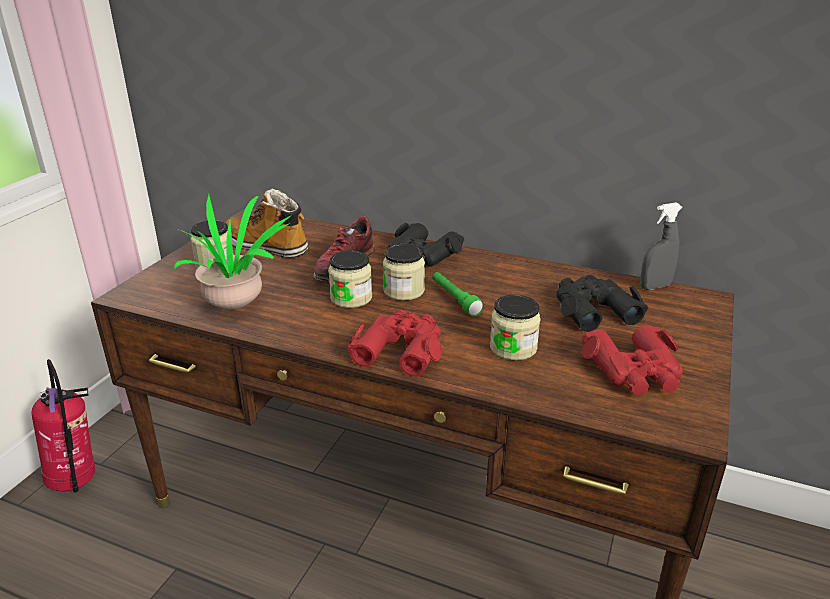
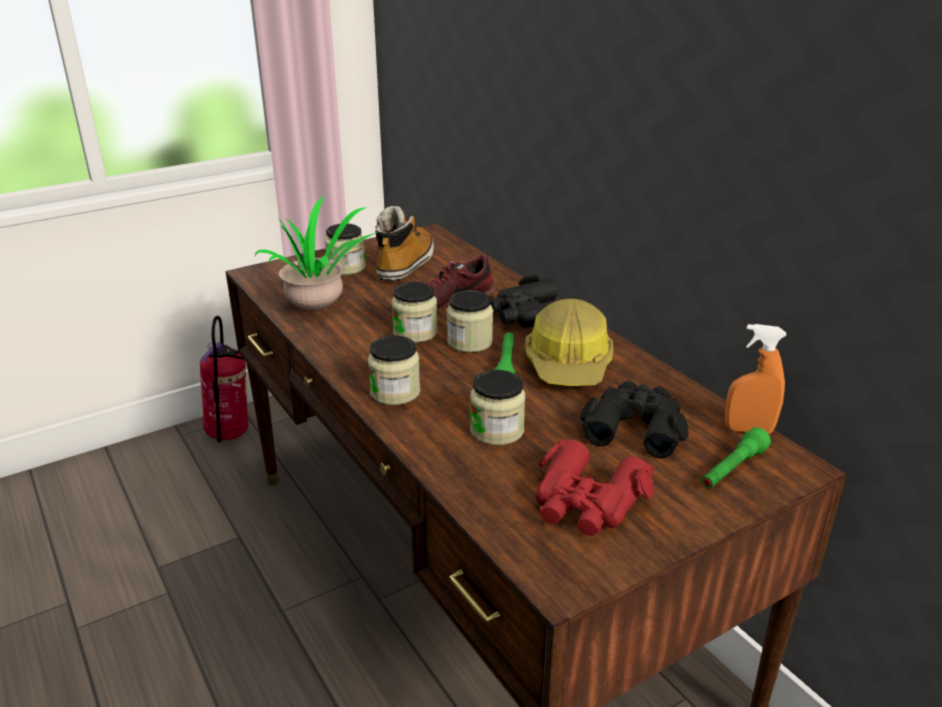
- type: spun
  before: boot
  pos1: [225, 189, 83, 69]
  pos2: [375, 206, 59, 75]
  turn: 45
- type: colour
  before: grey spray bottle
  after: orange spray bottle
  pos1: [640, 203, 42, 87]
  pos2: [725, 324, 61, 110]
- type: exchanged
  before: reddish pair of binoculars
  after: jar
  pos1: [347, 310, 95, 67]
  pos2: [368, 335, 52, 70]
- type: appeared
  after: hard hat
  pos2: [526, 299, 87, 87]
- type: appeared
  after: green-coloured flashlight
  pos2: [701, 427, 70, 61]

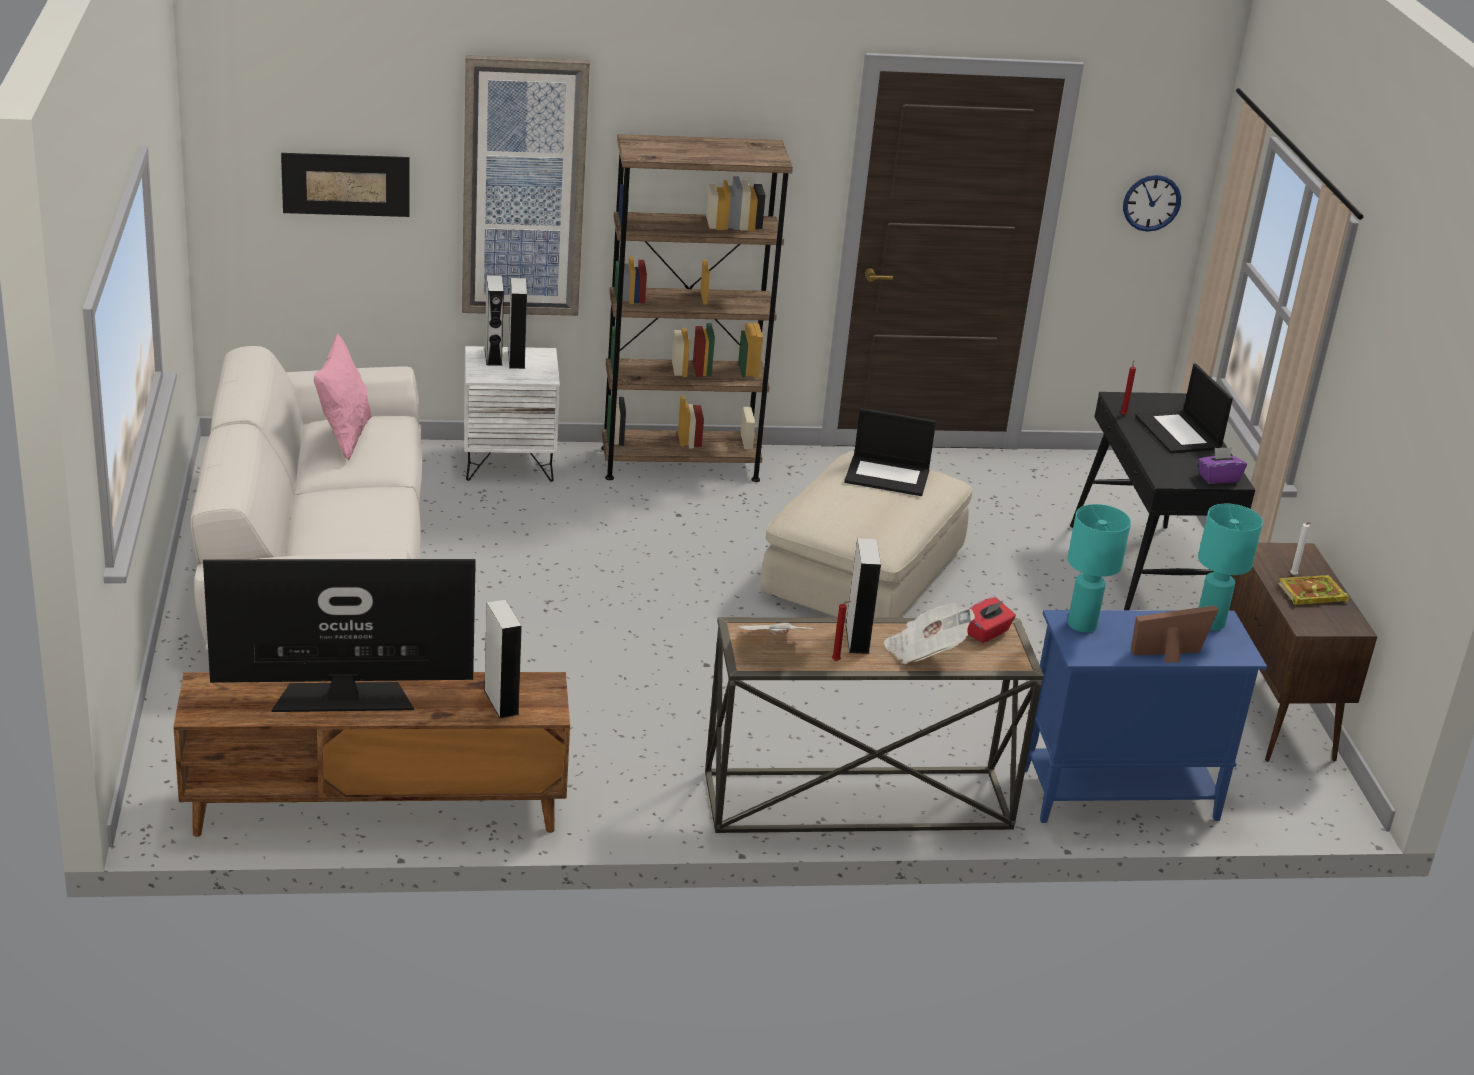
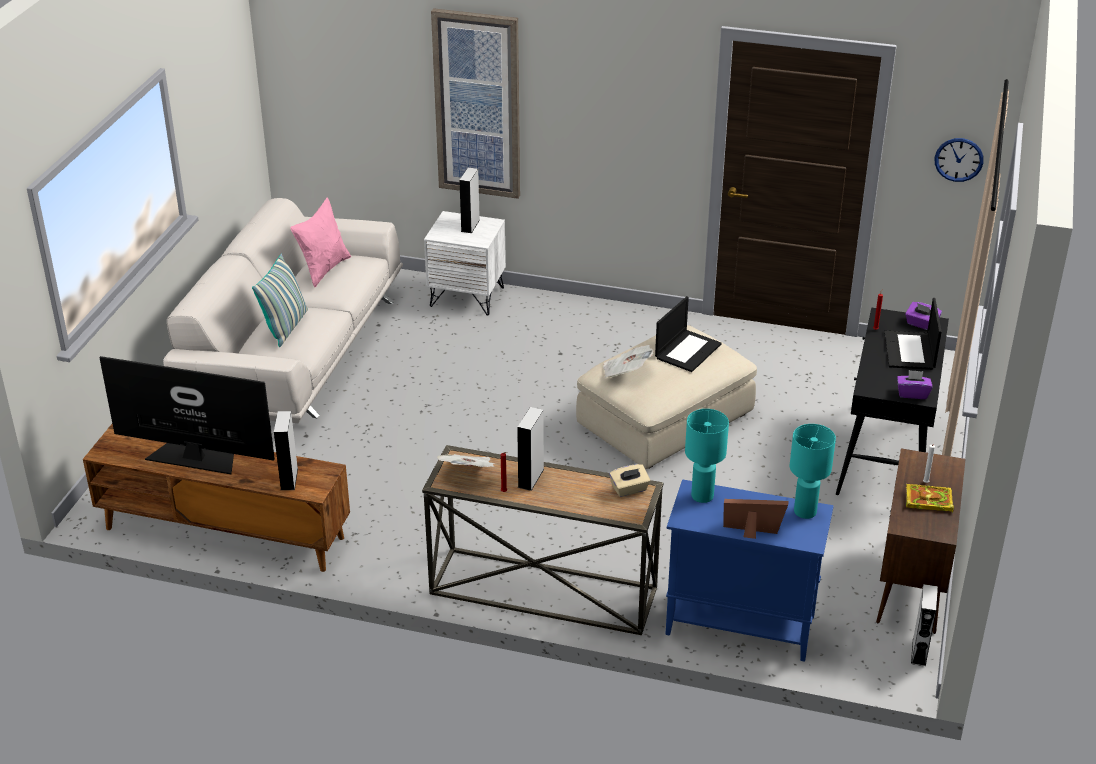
- type: missing
  before: brown shelving unit
  pos1: [601, 134, 192, 348]
- type: missing
  before: picture
  pos1: [281, 153, 129, 64]
- type: relocated
  before: grey speaker
  pos1: [484, 275, 20, 91]
  pos2: [911, 584, 27, 82]
- type: spun
  before: portable computer
  pos1: [844, 408, 92, 88]
  pos2: [655, 296, 66, 76]
  turn: -90
- type: colour
  before: reddish tissue holder
  after: beige tissue holder
  pos1: [967, 597, 49, 46]
  pos2: [609, 464, 41, 33]
- type: relocated
  before: daily paper
  pos1: [884, 603, 91, 61]
  pos2: [603, 345, 50, 33]
- type: appeared
  after: throw pillow
  pos2: [252, 254, 56, 93]
- type: appeared
  after: purple-coloured tissue holder
  pos2: [905, 302, 37, 28]

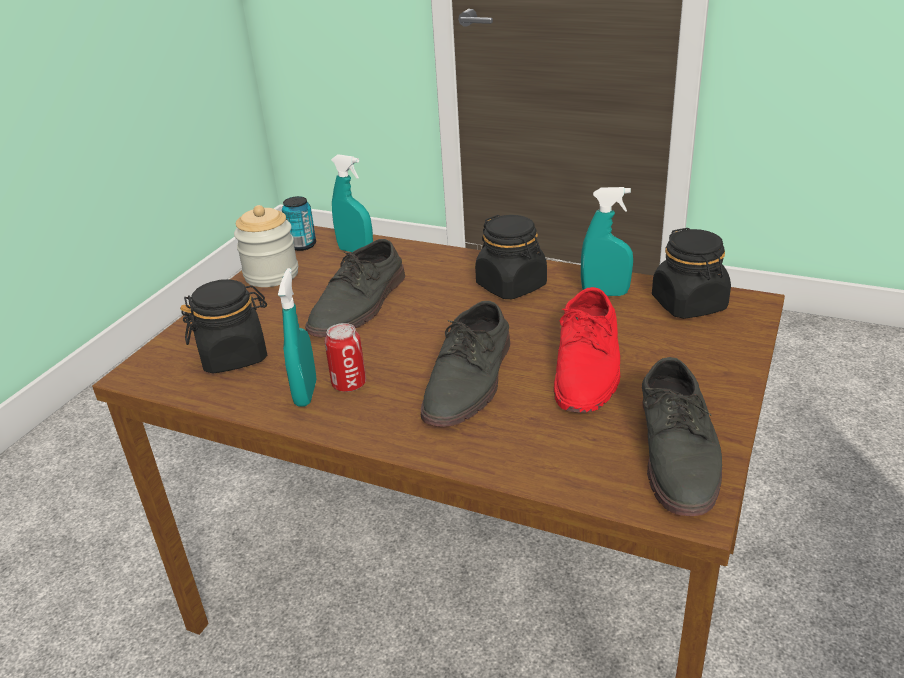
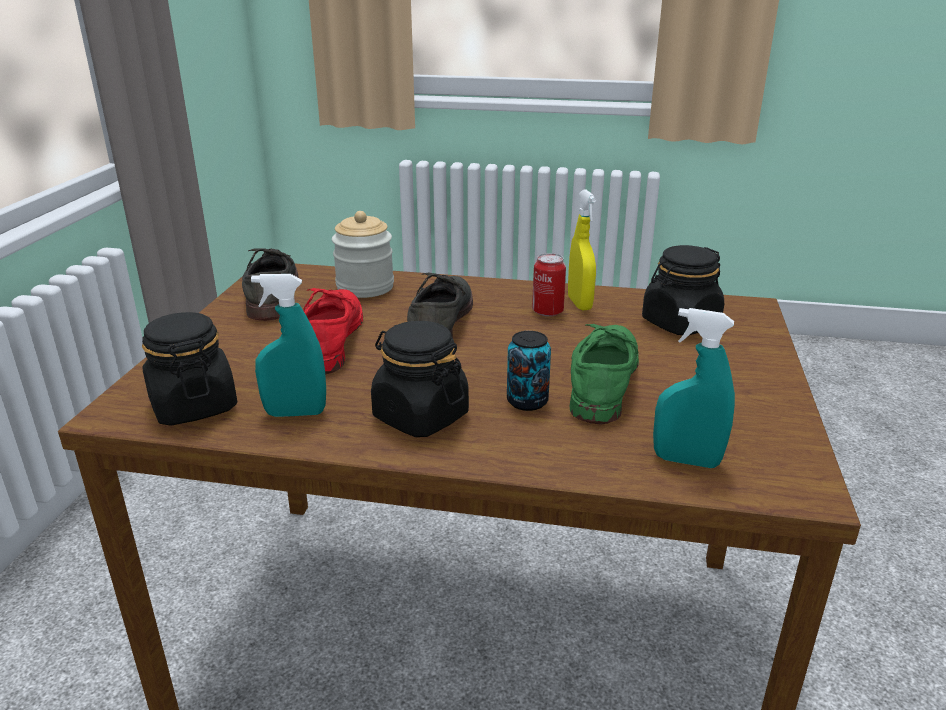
- type: relocated
  before: metal can
  pos1: [282, 196, 34, 55]
  pos2: [507, 331, 44, 80]
- type: relocated
  before: jar
  pos1: [234, 205, 64, 82]
  pos2: [332, 211, 62, 87]
- type: colour
  before: grey low shoe
  after: green-coloured low shoe
  pos1: [305, 239, 100, 98]
  pos2: [570, 324, 69, 101]
- type: colour
  before: turquoise spray bottle
  after: yellow-coloured spray bottle
  pos1: [278, 268, 39, 139]
  pos2: [568, 189, 28, 121]

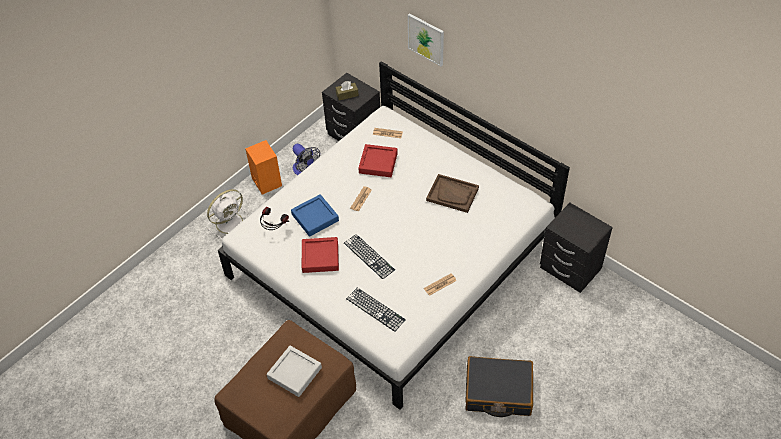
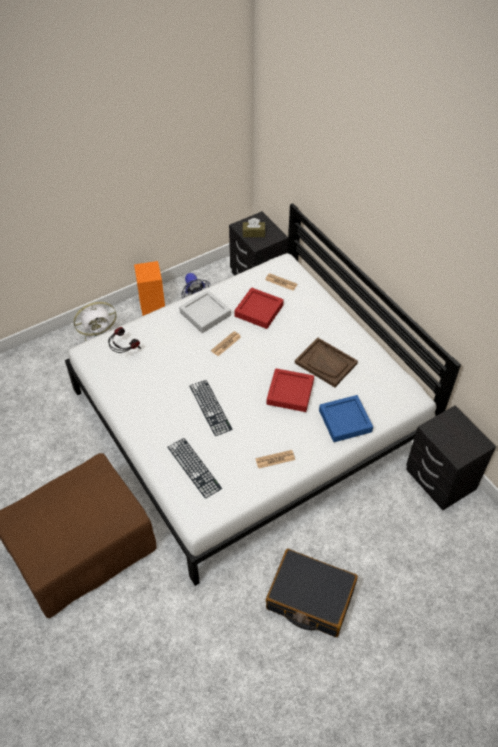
- type: missing
  before: picture
  pos1: [408, 13, 36, 54]
- type: relocated
  before: blue tray
  pos1: [291, 194, 48, 43]
  pos2: [319, 395, 54, 47]
- type: relocated
  before: reddish tray
  pos1: [302, 237, 37, 36]
  pos2: [267, 368, 47, 44]
- type: relocated
  before: grey tray
  pos1: [267, 345, 55, 52]
  pos2: [179, 290, 52, 43]

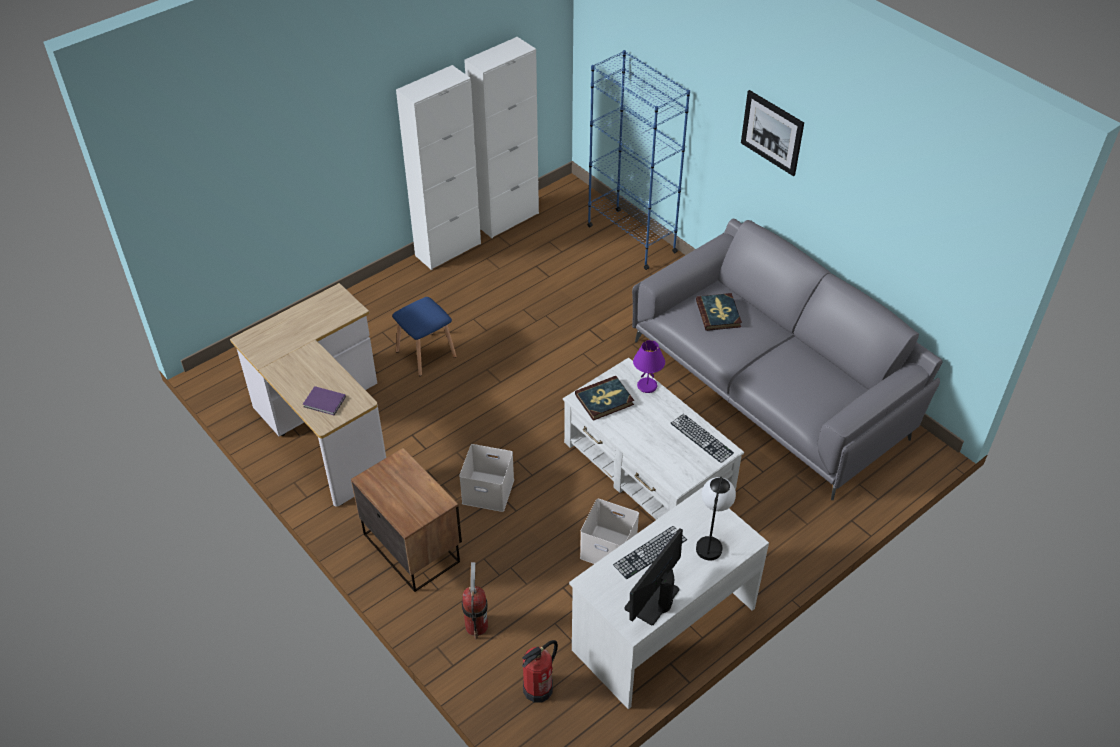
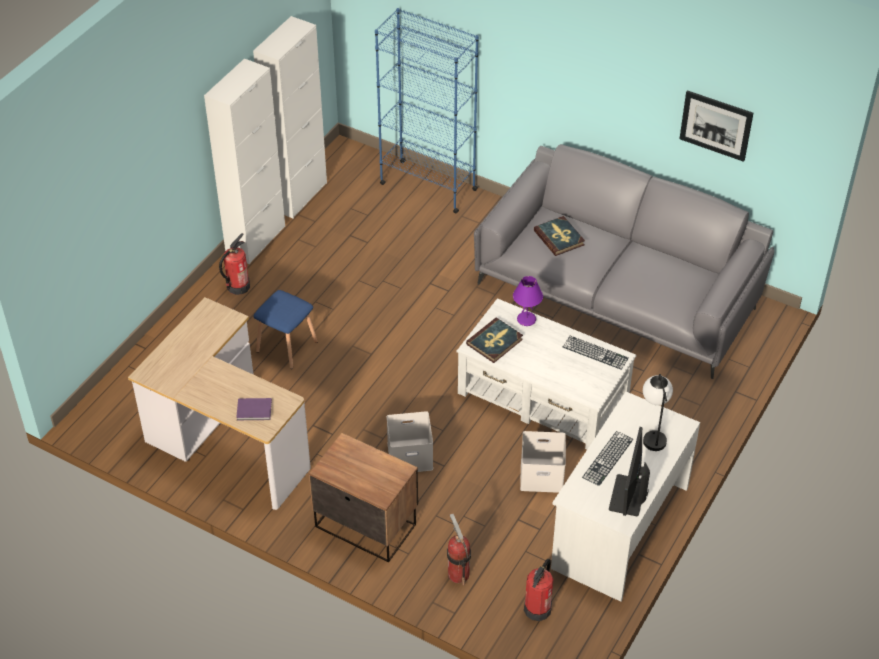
- type: relocated
  before: picture
  pos1: [741, 90, 63, 86]
  pos2: [680, 90, 73, 72]
- type: appeared
  after: fire-fighting cylinder
  pos2: [219, 233, 31, 62]

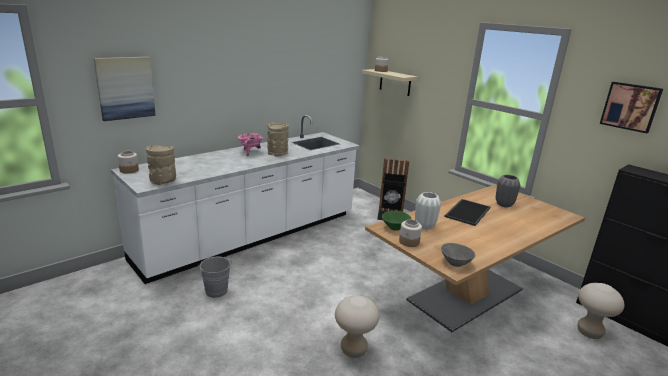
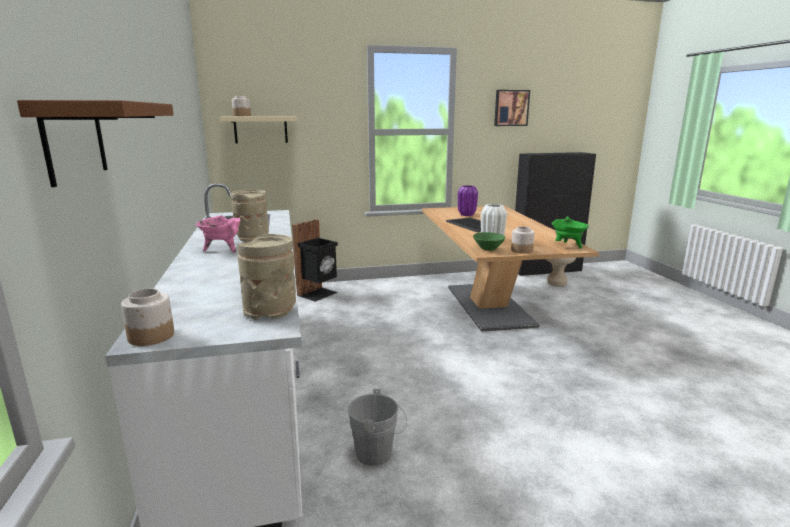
- type: exchanged
  before: picture
  after: brown wall shelf
  pos1: [94, 57, 62, 64]
  pos2: [17, 100, 157, 87]
- type: colour
  before: grey flower vase
  after: purple-coloured flower vase
  pos1: [496, 175, 24, 33]
  pos2: [458, 185, 20, 31]
- type: exchanged
  before: grey deep dish
  after: green-coloured saucepot
  pos1: [441, 243, 34, 24]
  pos2: [552, 216, 37, 33]
- type: missing
  before: beige sitting stool
  pos1: [335, 295, 44, 63]

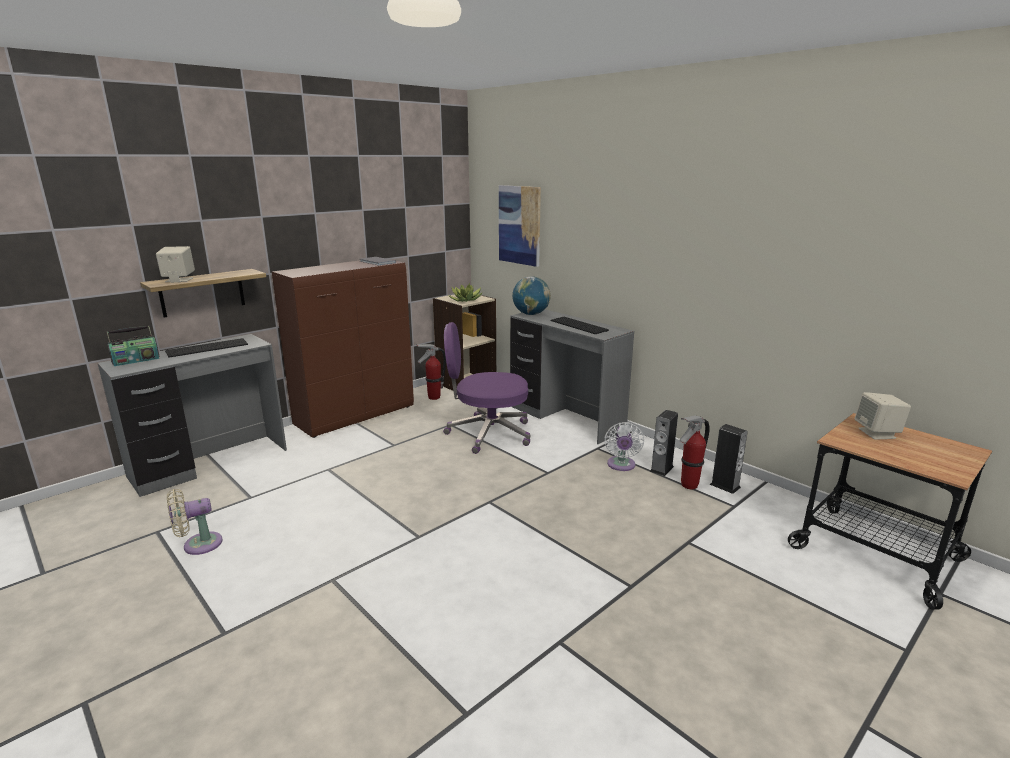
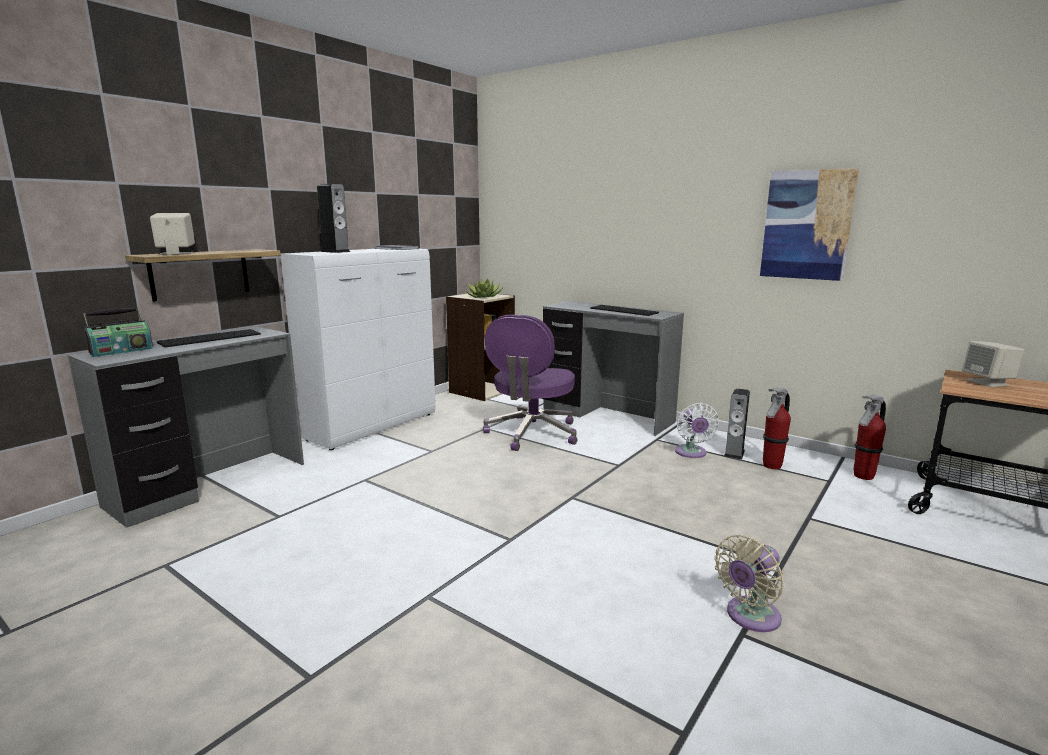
- type: relocated
  before: picture
  pos1: [499, 185, 42, 82]
  pos2: [760, 168, 99, 113]
- type: colour
  before: brown cabinet
  after: whitish cabinet
  pos1: [272, 260, 142, 178]
  pos2: [281, 249, 155, 201]
- type: missing
  before: desk globe
  pos1: [512, 276, 39, 39]
- type: spun
  before: purple-coloured office chair
  pos1: [443, 322, 87, 132]
  pos2: [483, 314, 94, 137]
  turn: -60
- type: relocated
  before: fire-fighting cylinder
  pos1: [416, 344, 30, 56]
  pos2: [854, 395, 32, 85]
- type: relocated
  before: speaker
  pos1: [710, 424, 38, 70]
  pos2: [317, 184, 33, 69]
- type: relocated
  before: beige electric fan
  pos1: [167, 489, 55, 66]
  pos2: [714, 535, 70, 97]

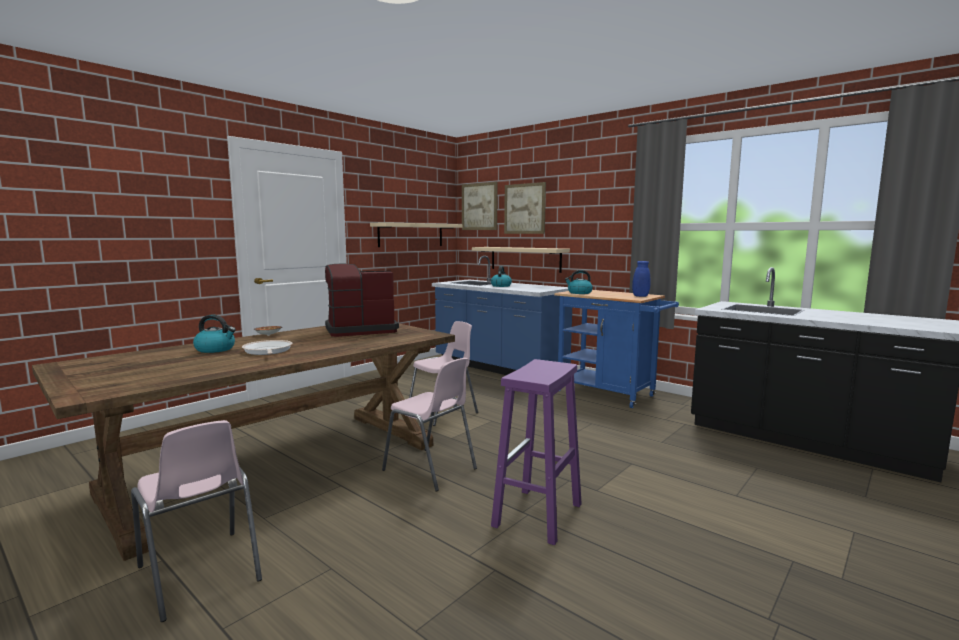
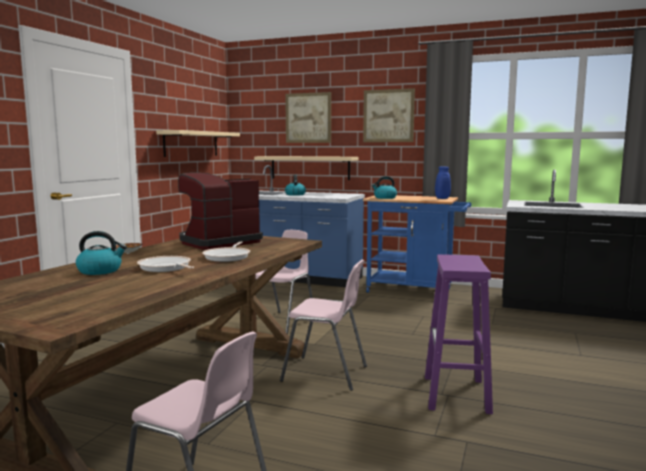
- type: relocated
  before: picture
  pos1: [462, 182, 36, 48]
  pos2: [363, 88, 52, 54]
- type: appeared
  after: pan
  pos2: [202, 242, 48, 20]

